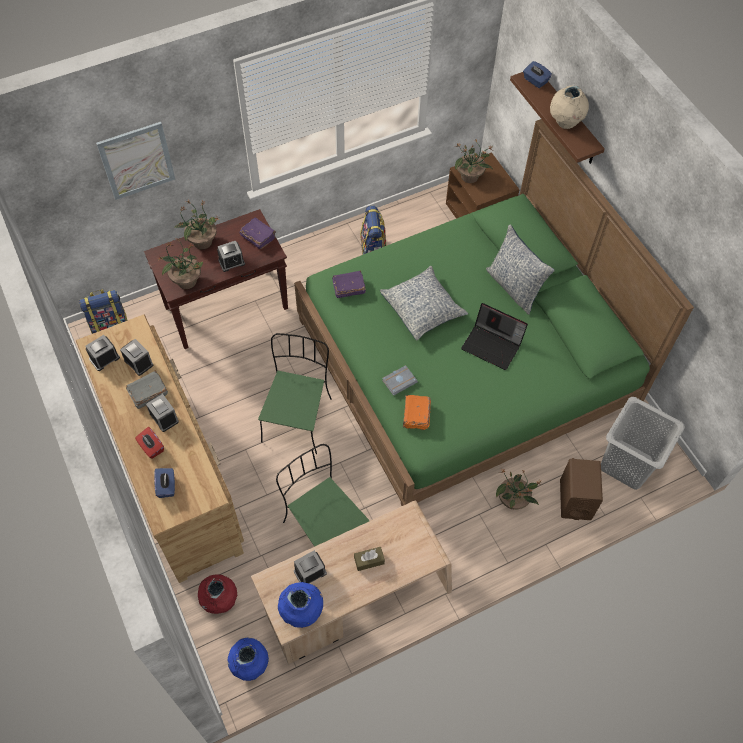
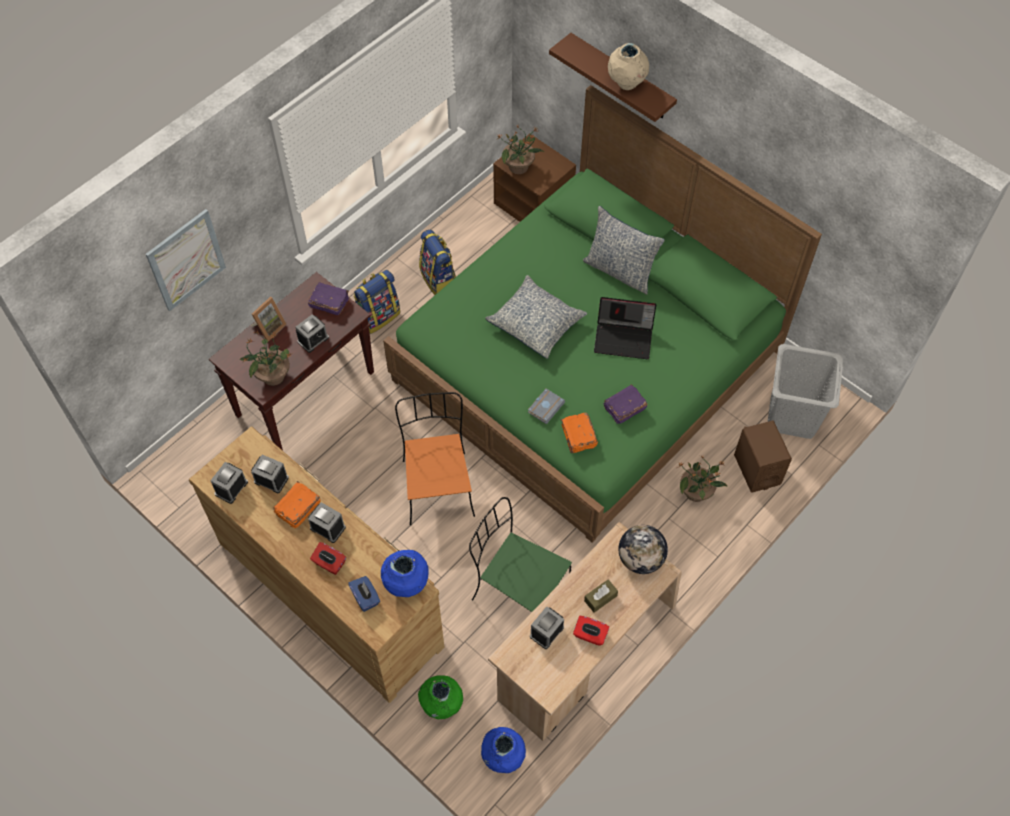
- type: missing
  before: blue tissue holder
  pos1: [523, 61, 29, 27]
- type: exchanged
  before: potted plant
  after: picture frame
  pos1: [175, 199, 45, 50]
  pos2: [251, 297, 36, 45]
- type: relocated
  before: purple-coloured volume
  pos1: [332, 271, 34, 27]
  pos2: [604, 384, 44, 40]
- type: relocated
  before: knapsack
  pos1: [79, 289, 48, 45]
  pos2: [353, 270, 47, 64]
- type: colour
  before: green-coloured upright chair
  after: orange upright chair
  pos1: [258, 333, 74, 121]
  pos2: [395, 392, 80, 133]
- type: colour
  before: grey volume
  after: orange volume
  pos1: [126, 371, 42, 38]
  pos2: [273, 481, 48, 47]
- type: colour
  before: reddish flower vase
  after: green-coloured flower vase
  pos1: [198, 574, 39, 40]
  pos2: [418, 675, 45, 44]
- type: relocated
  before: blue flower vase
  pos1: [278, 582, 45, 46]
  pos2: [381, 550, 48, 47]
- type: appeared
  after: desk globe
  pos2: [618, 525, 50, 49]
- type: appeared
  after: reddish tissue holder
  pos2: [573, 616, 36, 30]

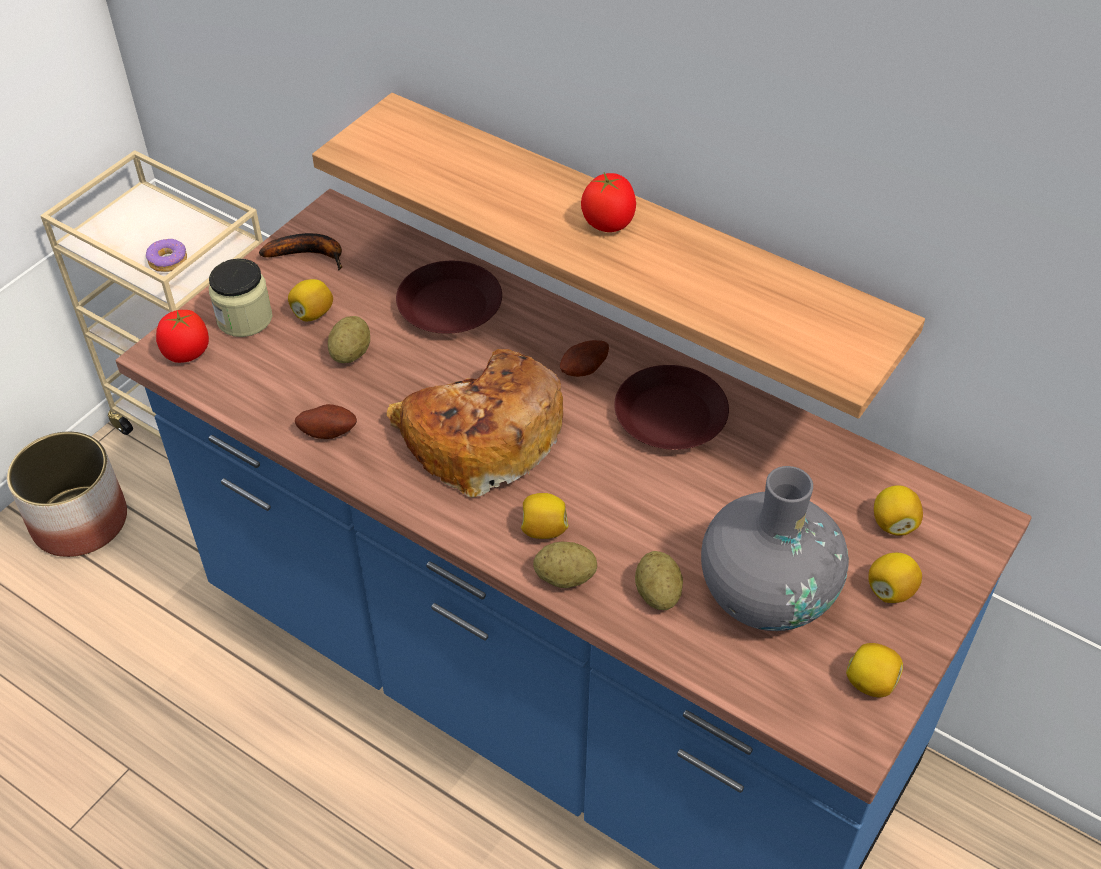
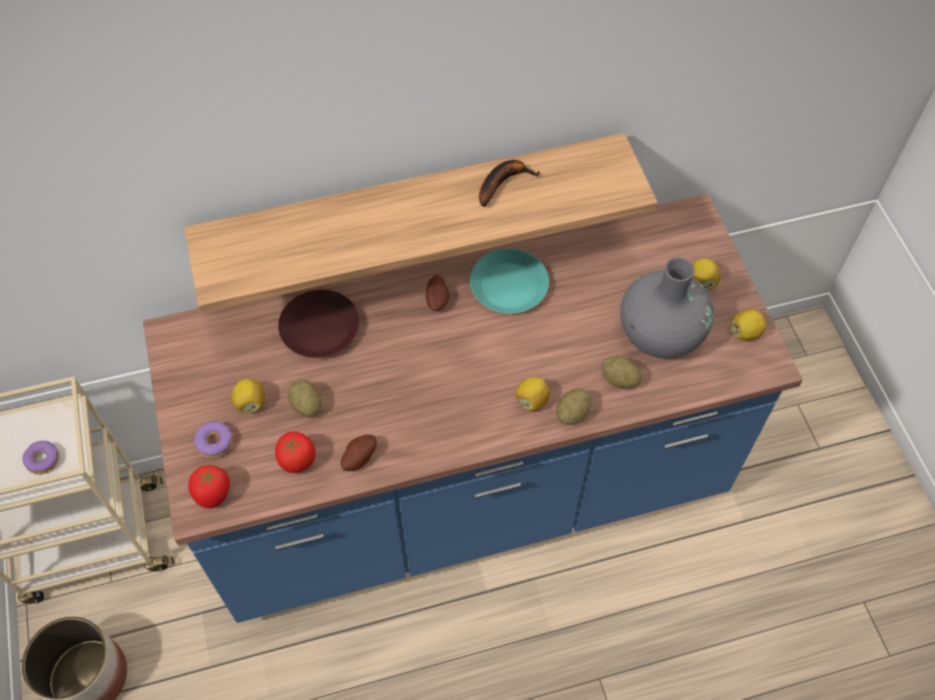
- type: relocated
  before: fresh tomato
  pos1: [581, 173, 55, 59]
  pos2: [275, 432, 41, 41]
- type: relocated
  before: banana fruit
  pos1: [259, 233, 83, 37]
  pos2: [479, 160, 61, 47]
- type: exchanged
  before: jar
  after: doughnut
  pos1: [209, 258, 63, 79]
  pos2: [194, 421, 39, 37]
- type: missing
  before: bakery bread
  pos1: [387, 349, 176, 148]
- type: colour
  before: brown plate
  after: turquoise plate
  pos1: [614, 365, 115, 85]
  pos2: [470, 249, 79, 65]
- type: missing
  before: citrus fruit
  pos1: [874, 485, 49, 50]

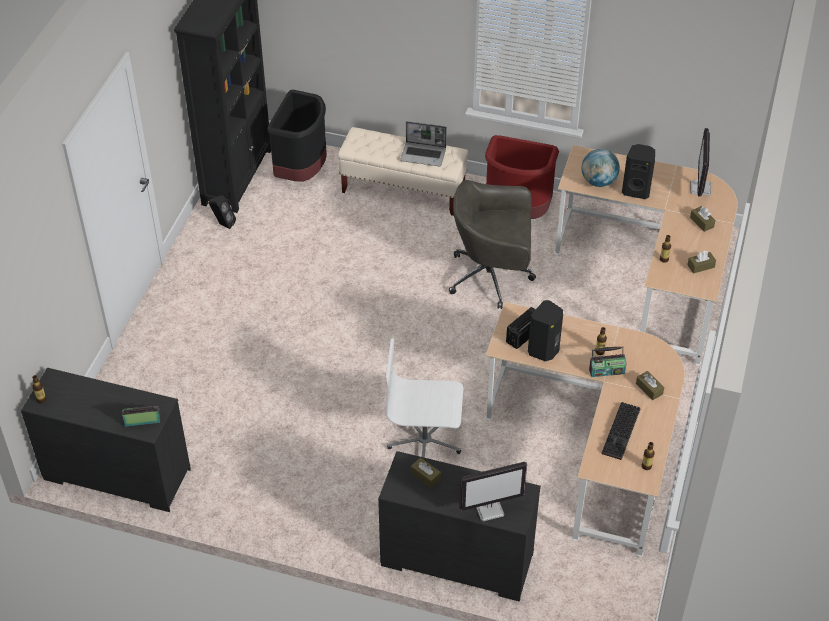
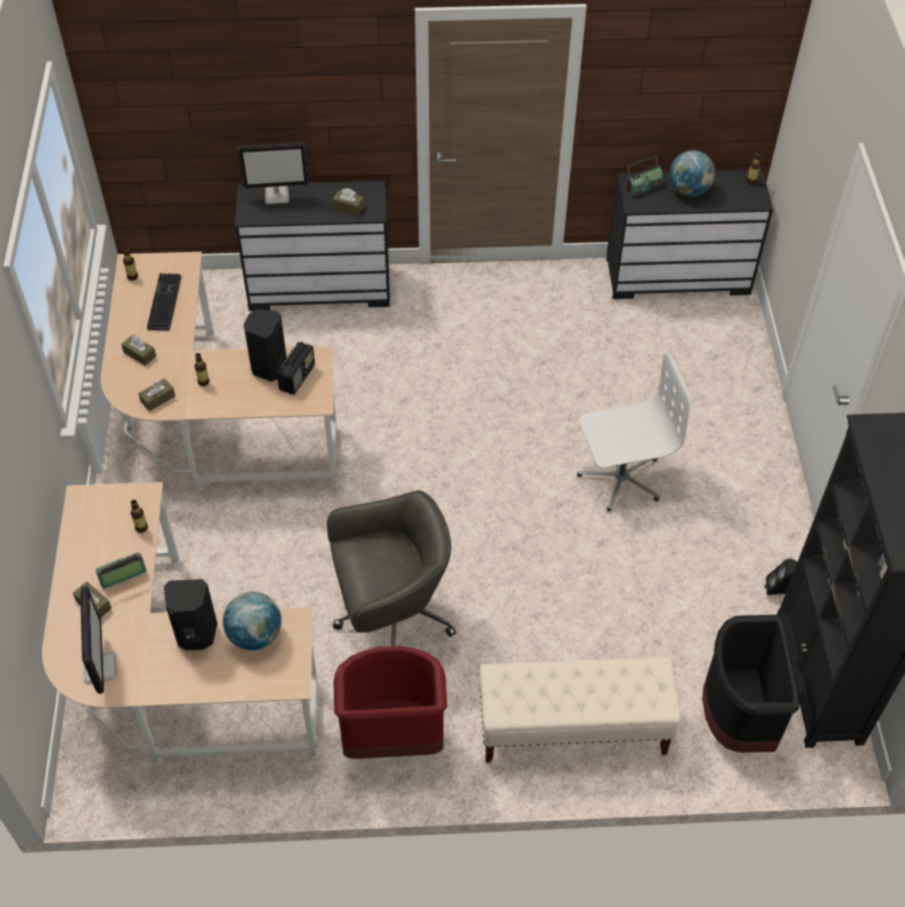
- type: missing
  before: portable computer
  pos1: [400, 121, 47, 45]
- type: relocated
  before: brown tissue holder
  pos1: [687, 251, 29, 23]
  pos2: [138, 378, 37, 33]
- type: relocated
  before: whitish office chair
  pos1: [386, 339, 77, 119]
  pos2: [577, 353, 114, 159]
- type: relocated
  before: radio set
  pos1: [589, 346, 37, 31]
  pos2: [96, 552, 50, 37]
- type: spun
  before: computer display
  pos1: [459, 462, 68, 59]
  pos2: [237, 142, 72, 62]
  turn: -150
- type: appeared
  after: desk globe
  pos2: [669, 150, 46, 46]

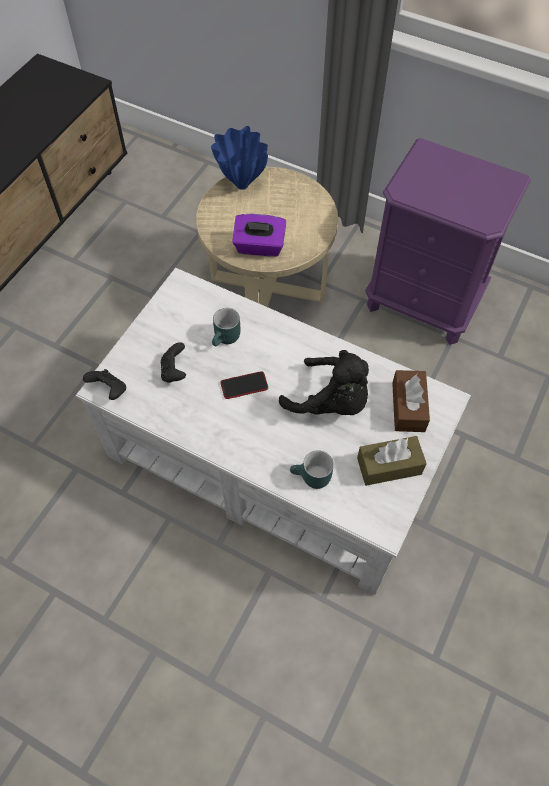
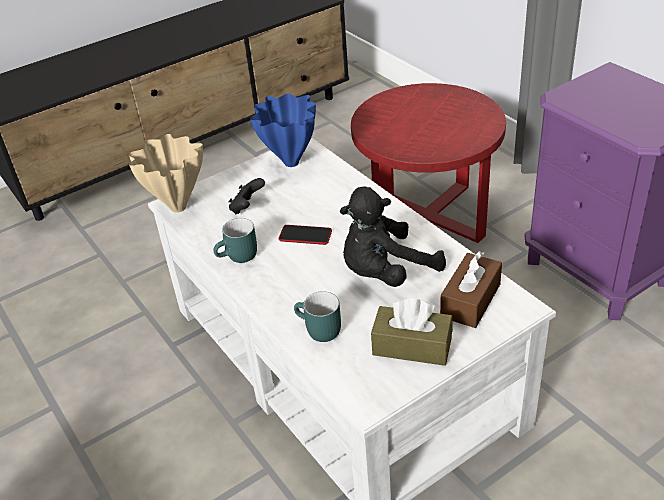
- type: relocated
  before: blue flower vase
  pos1: [211, 126, 57, 64]
  pos2: [250, 94, 66, 73]
- type: colour
  before: beige end table
  after: reddish end table
  pos1: [196, 167, 142, 140]
  pos2: [351, 83, 155, 160]
- type: missing
  before: purple-coloured tissue holder
  pos1: [232, 214, 54, 43]
- type: relocated
  before: turquoise coffee mug
  pos1: [212, 308, 29, 38]
  pos2: [213, 218, 44, 45]
- type: spun
  before: black-coloured soft toy
  pos1: [279, 350, 90, 65]
  pos2: [340, 186, 106, 101]
  turn: 90
- type: exchanged
  before: black-coloured game controller
  after: beige flower vase
  pos1: [83, 369, 43, 31]
  pos2: [129, 134, 74, 79]

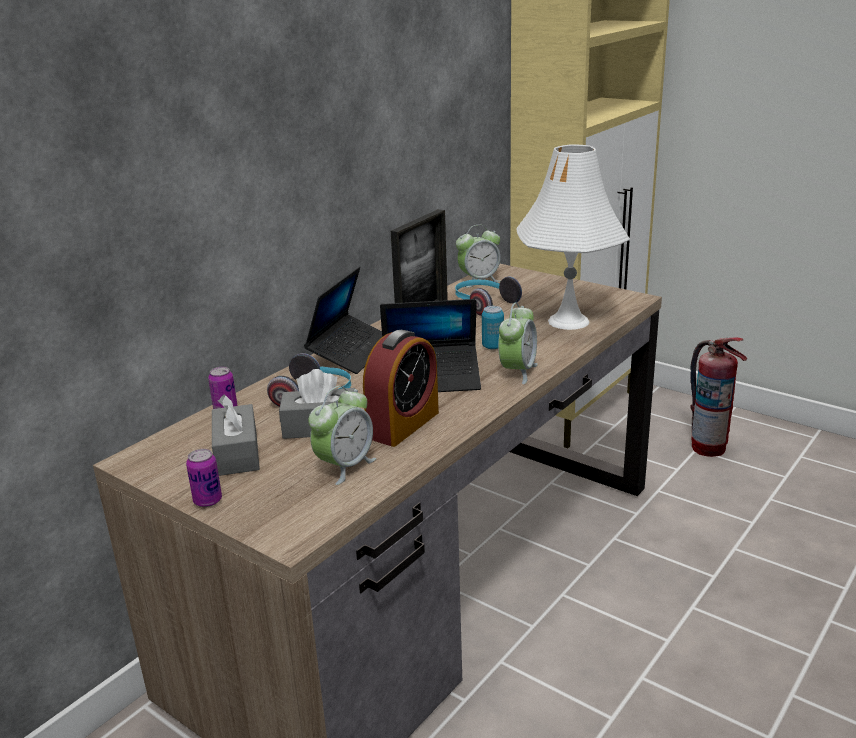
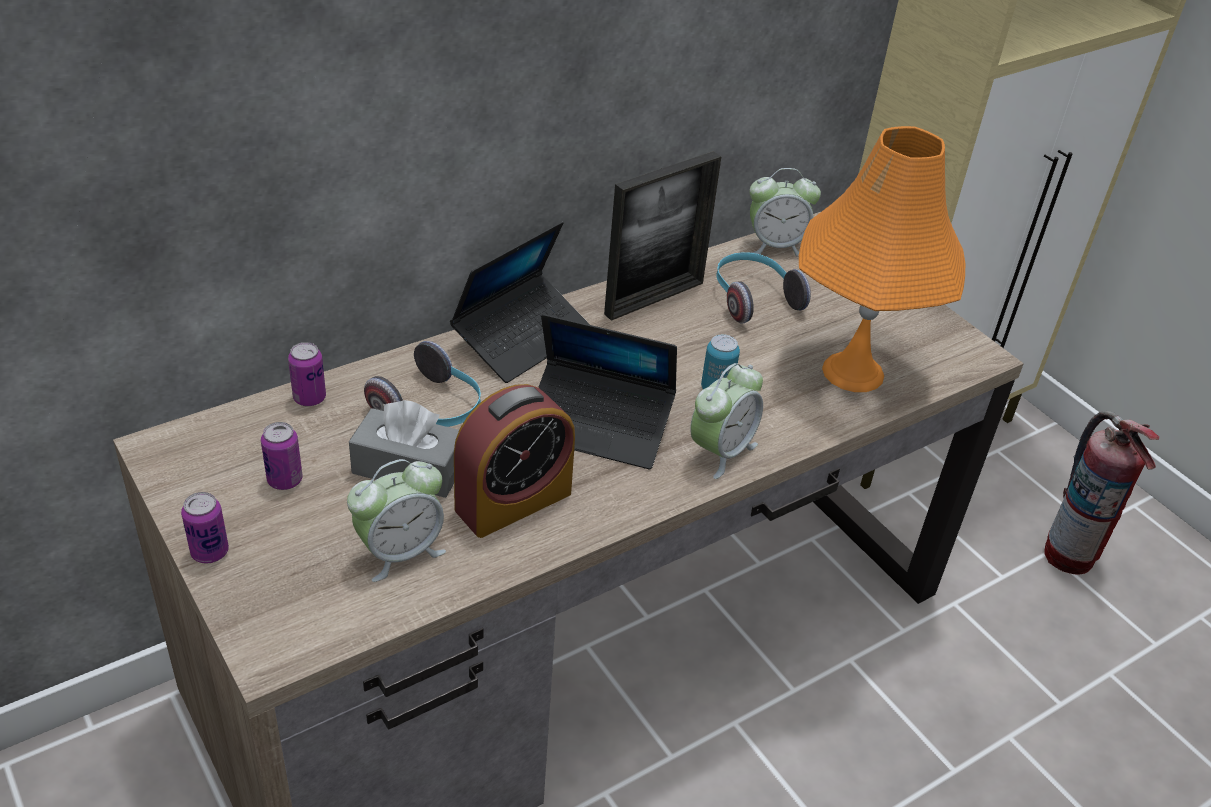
- type: colour
  before: whitish table lamp
  after: orange table lamp
  pos1: [516, 144, 114, 186]
  pos2: [799, 126, 166, 266]
- type: exchanged
  before: grey tissue holder
  after: metal can
  pos1: [212, 395, 48, 81]
  pos2: [261, 422, 42, 68]

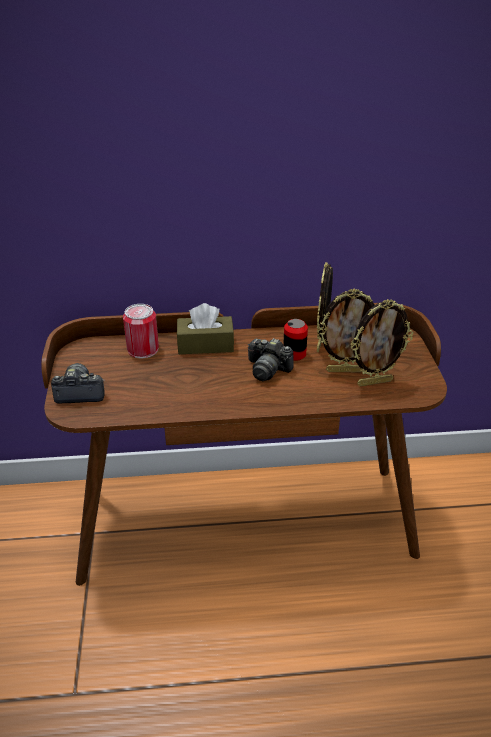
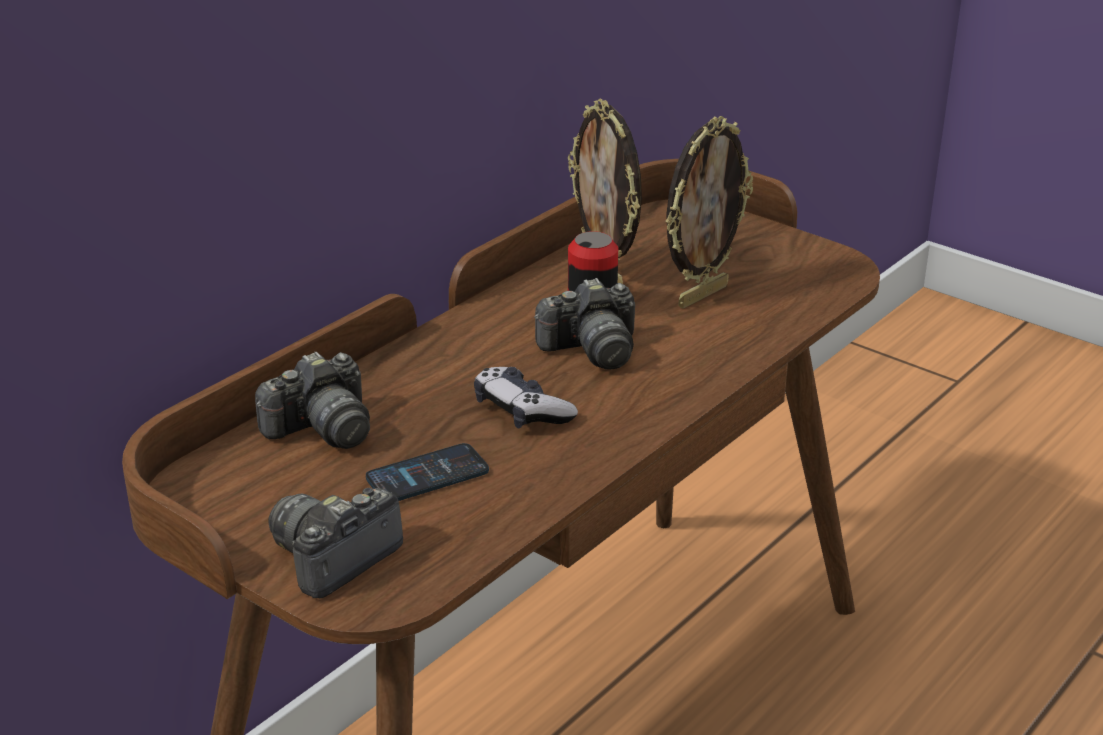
- type: missing
  before: picture frame
  pos1: [351, 299, 62, 88]
- type: missing
  before: brown tissue holder
  pos1: [177, 303, 57, 51]
- type: exchanged
  before: metal can
  after: still camera
  pos1: [123, 304, 36, 54]
  pos2: [255, 352, 115, 97]
- type: appeared
  after: game controller
  pos2: [474, 367, 104, 61]
- type: appeared
  after: telephone
  pos2: [366, 443, 123, 58]

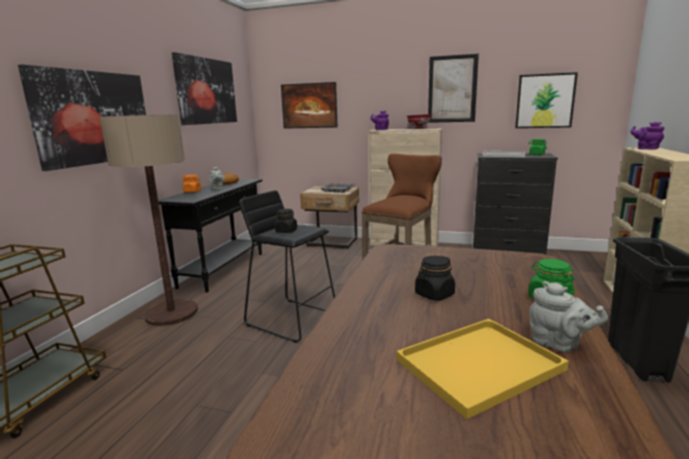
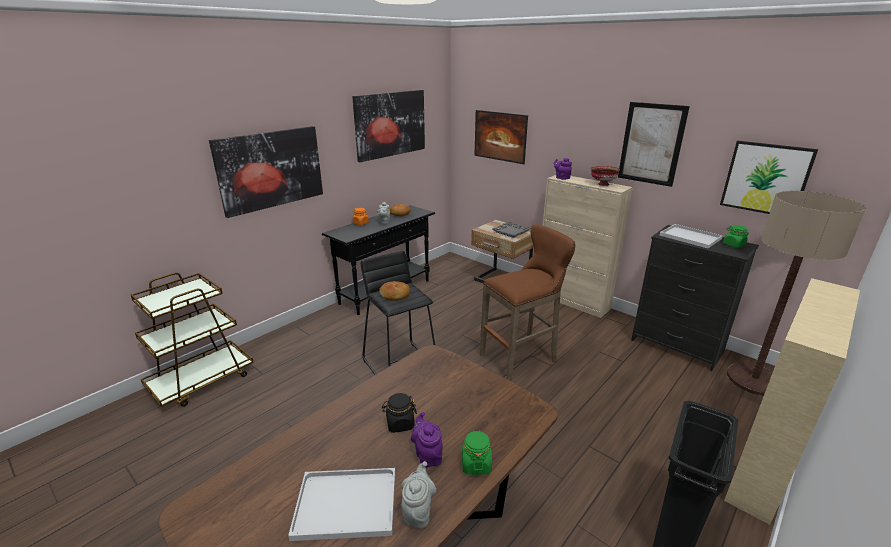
- type: relocated
  before: standing lamp
  pos1: [100, 114, 98, 212]
  pos2: [727, 191, 139, 205]
- type: relocated
  before: purple-coloured teapot
  pos1: [630, 122, 34, 28]
  pos2: [411, 412, 32, 56]
- type: exchanged
  before: black-coloured jar
  after: bakery bread
  pos1: [275, 209, 22, 24]
  pos2: [379, 281, 31, 20]
- type: spun
  before: grey teapot
  pos1: [529, 281, 79, 71]
  pos2: [401, 461, 35, 67]
  turn: -150
- type: colour
  before: yellow-coloured tray
  after: whitish tray
  pos1: [396, 319, 173, 100]
  pos2: [288, 468, 107, 73]

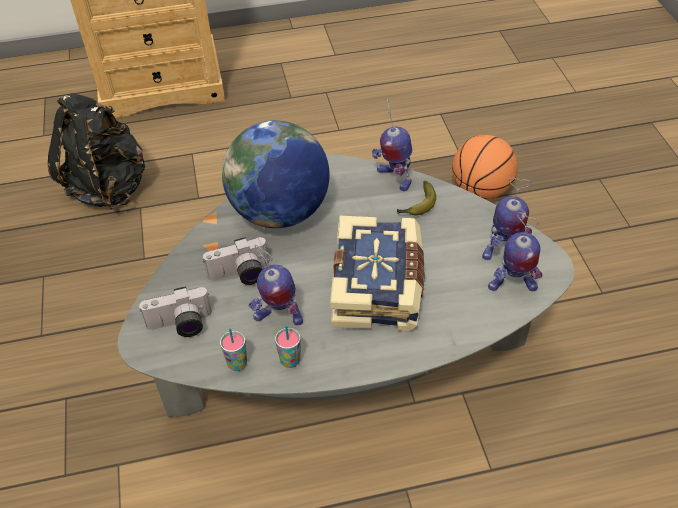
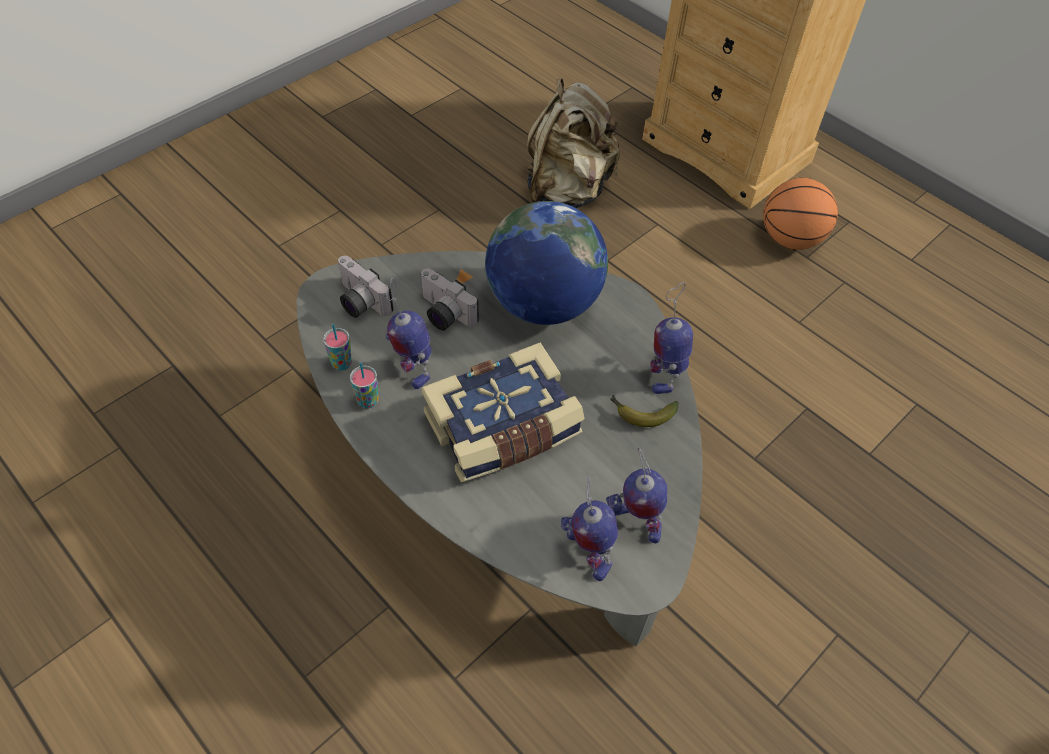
- type: colour
  before: black-coloured knapsack
  after: beige knapsack
  pos1: [48, 93, 97, 117]
  pos2: [528, 78, 92, 130]
- type: relocated
  before: ball for basketball
  pos1: [452, 135, 66, 65]
  pos2: [763, 178, 75, 72]

